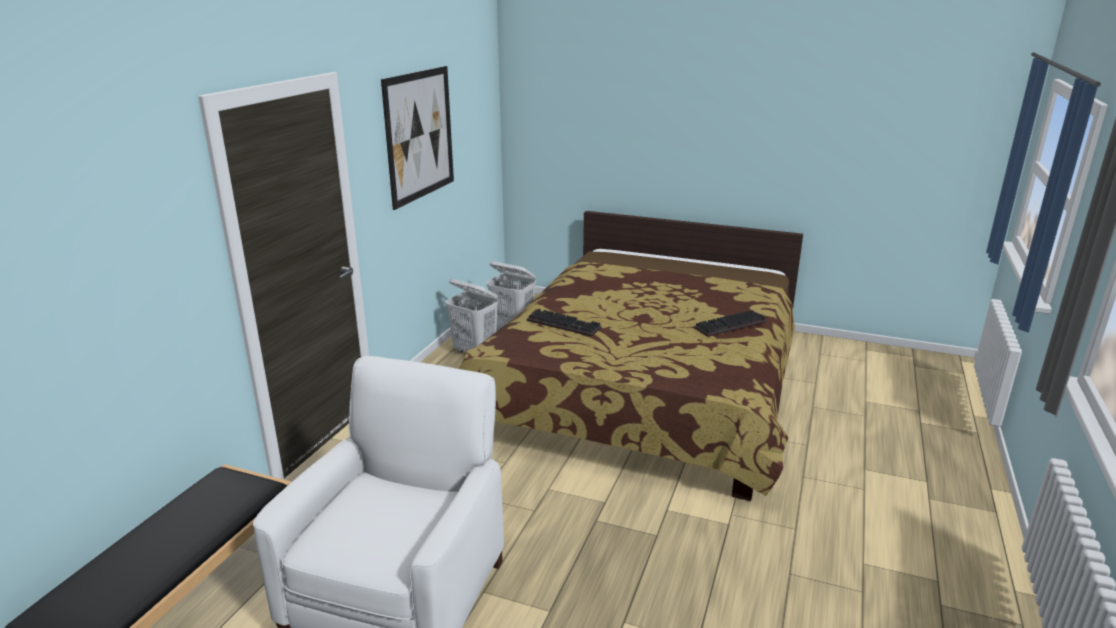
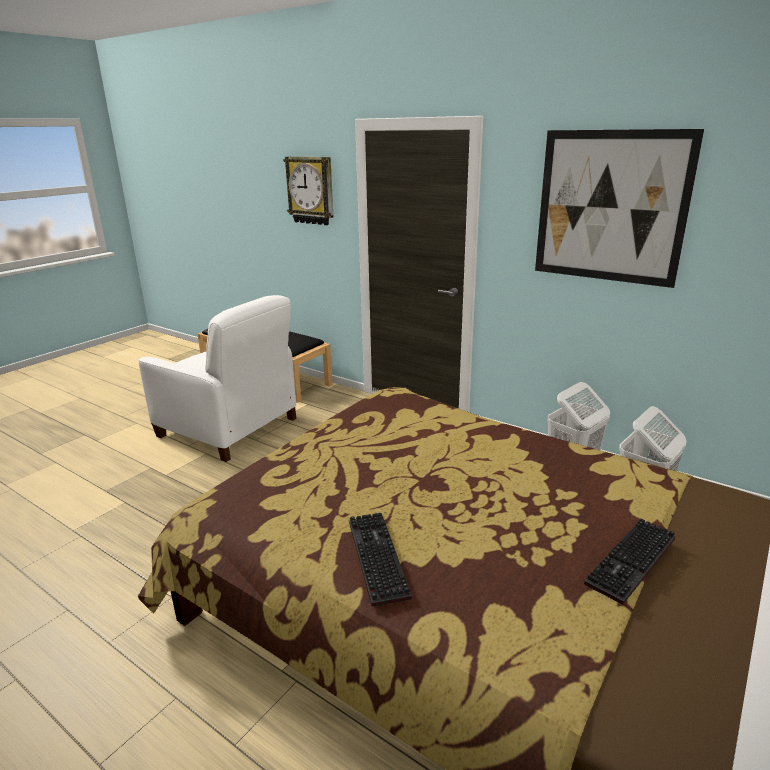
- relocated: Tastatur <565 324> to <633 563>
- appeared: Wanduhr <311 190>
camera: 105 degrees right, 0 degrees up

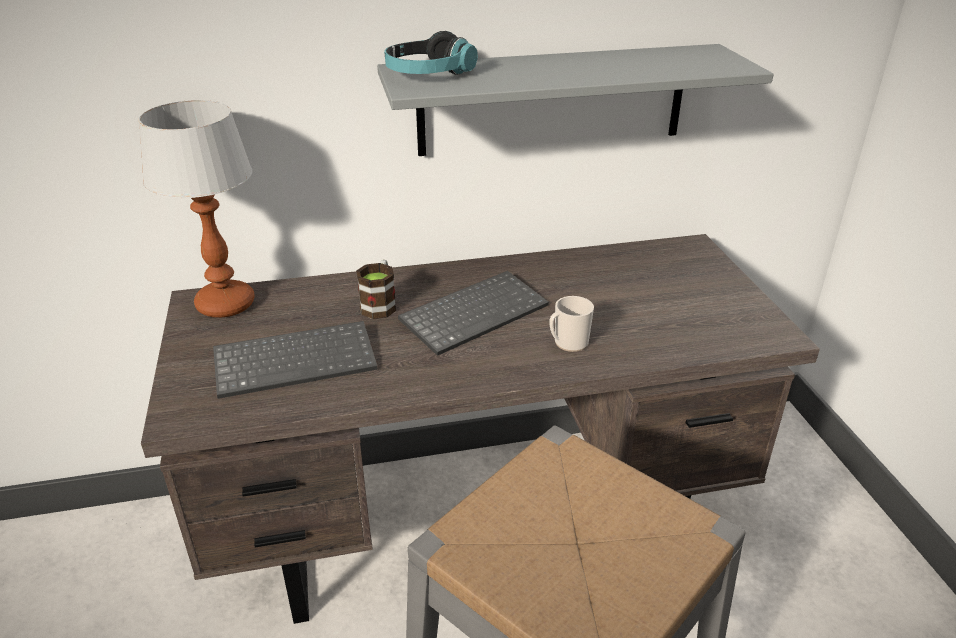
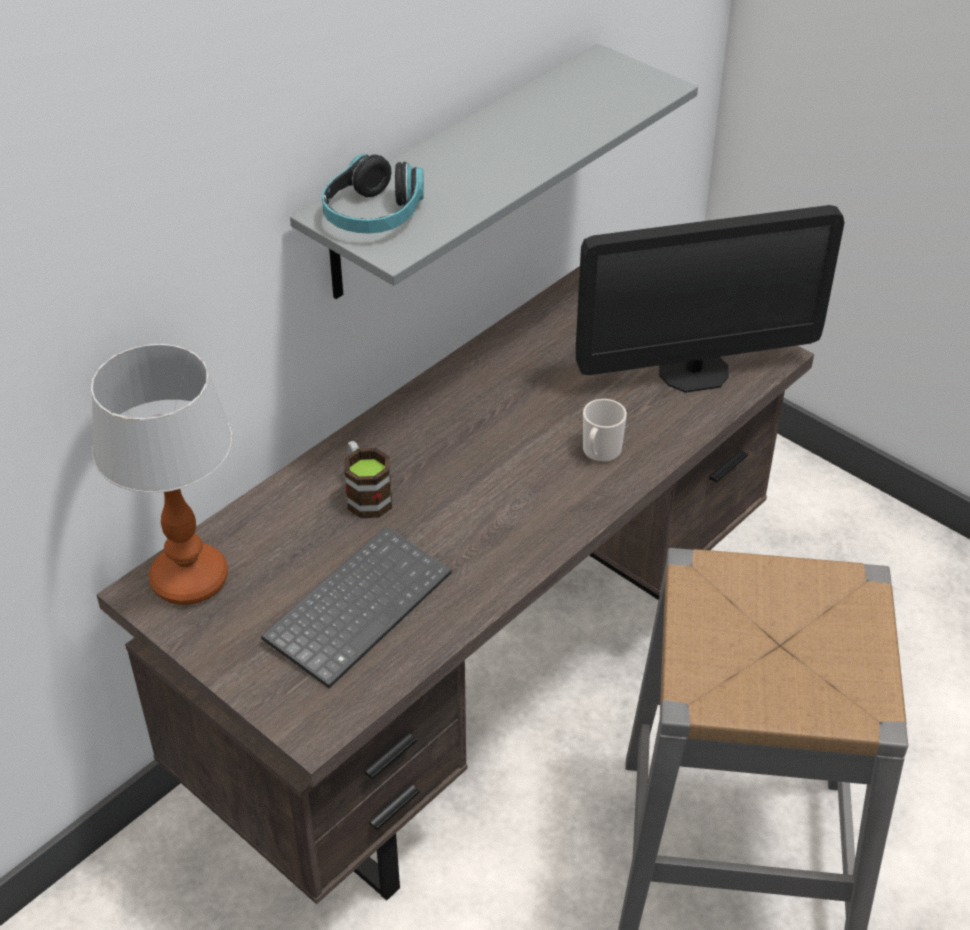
- missing: Tastatur <474 313>
- appeared: Monitor <693 371>
camera: 35 degrees left, 10 degrees up

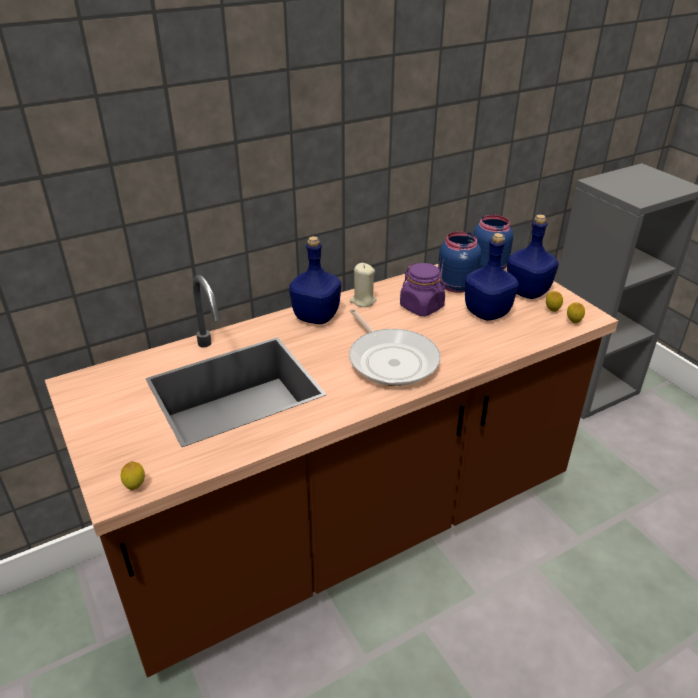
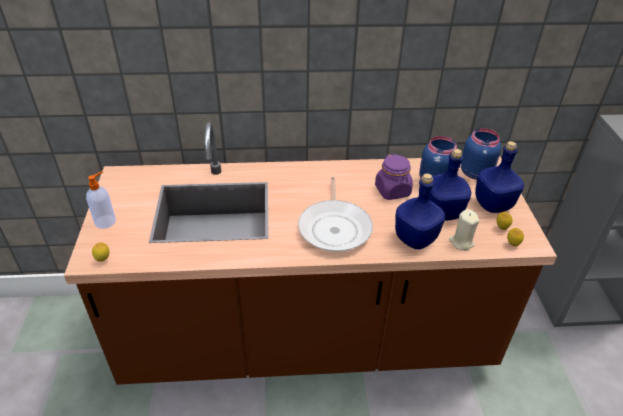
- relocated: Flasche/blau <316 316> to <416 238>
- relocated: Kerze/beige <363 301> to <461 242>
- appeared: Seifenspender <106 221>
camera: 25 degrees right, 5 degrees up

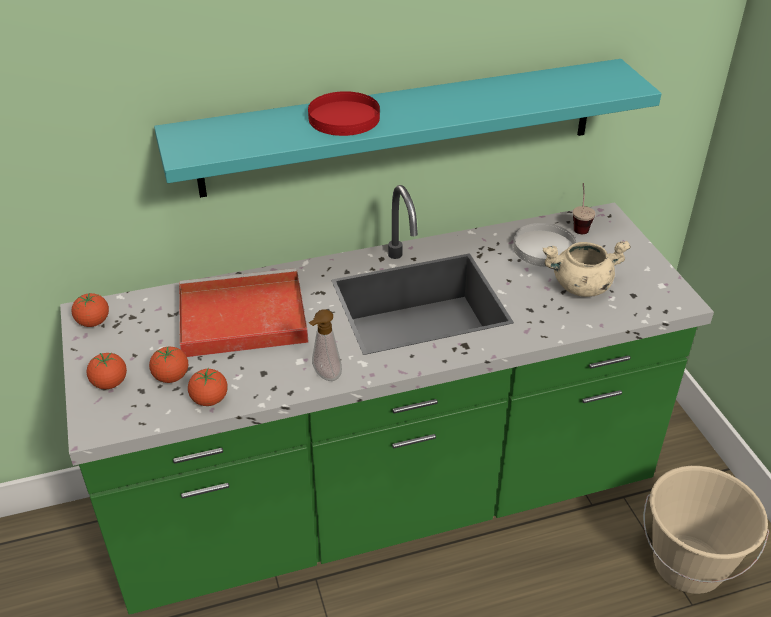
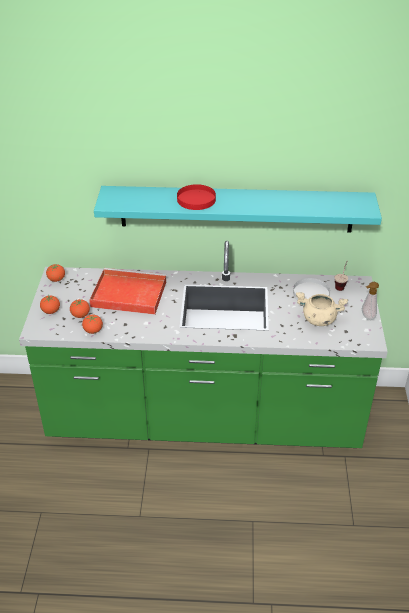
- relocated: Seifenspender <325 376> to <366 317>
- missing: Eimer/beige <688 565>
camera: 20 degrees right, 0 degrees up

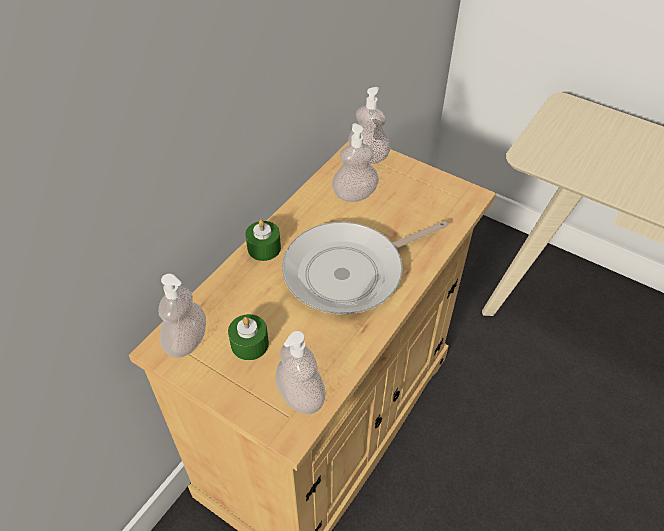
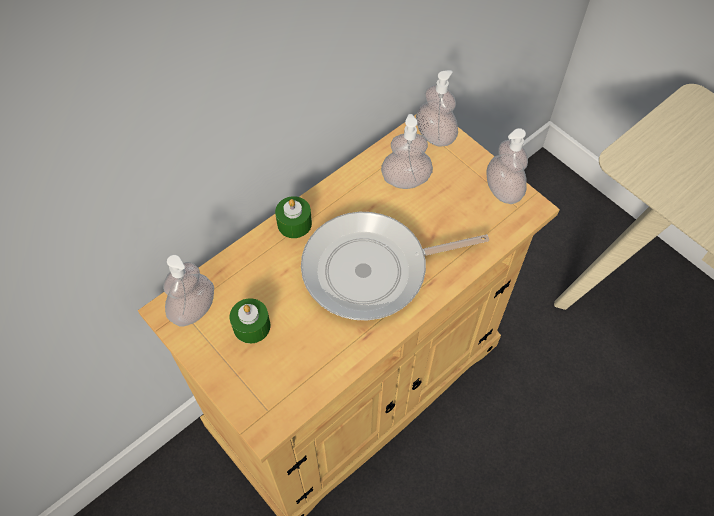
- relocated: Seifenspender <301 396> to <503 190>
camera: 15 degrees right, 10 degrees up

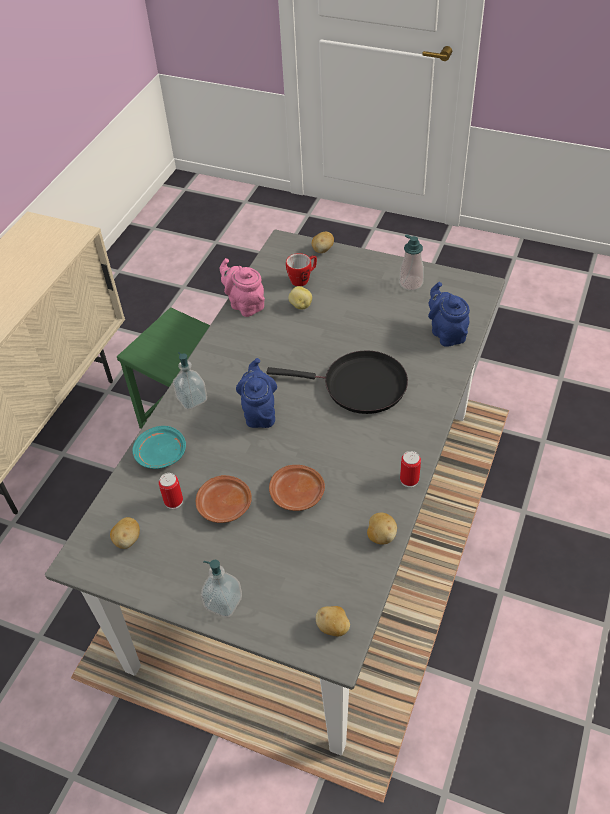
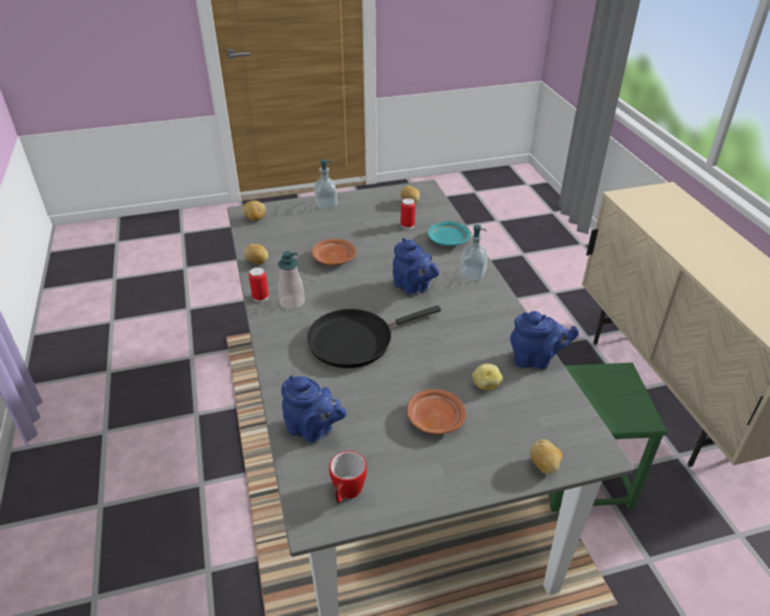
- relocated: Teller/braun <225 506> to <434 418>
- colour: Teekanne/rosa <245 304> to Teekanne/blau <536 360>
- relocated: Henkelbecher <303 279> to <346 493>
- relocated: Seifenspender <411 283> to <292 302>
camera: 140 degrees right, 10 degrees down

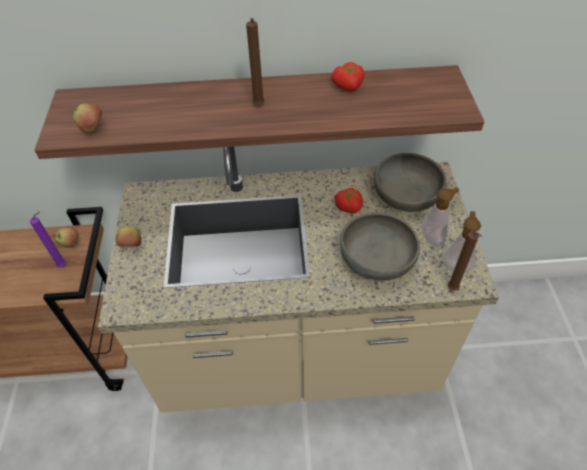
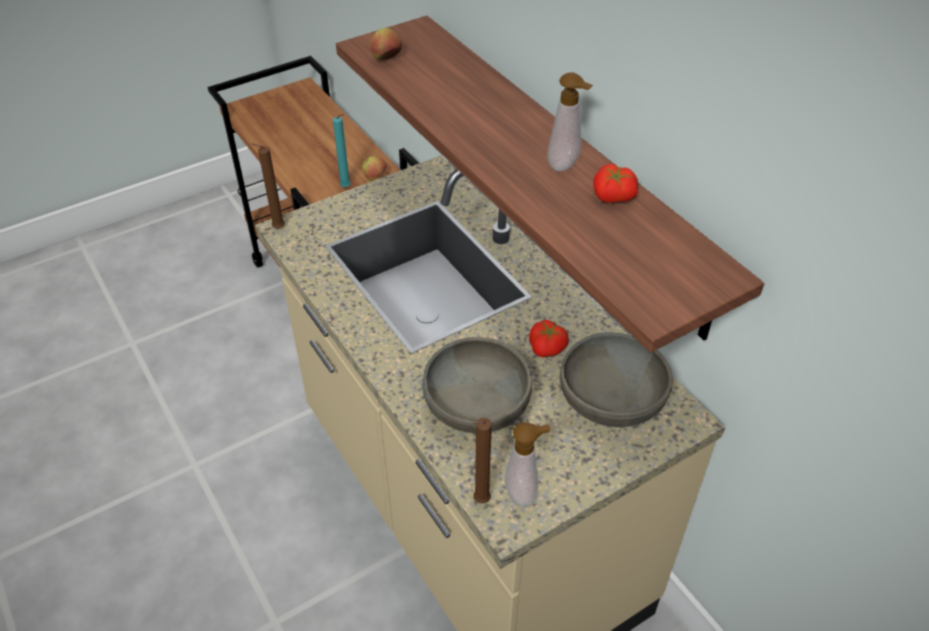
- colour: Kerze/lila <64 265> to Kerze/türkis <346 188>
- missing: Apfel <132 246>
- relocated: Kerze/braun <258 107> to <276 229>
- relocated: Seifenspender <434 238> to <566 166>
camera: 60 degrees right, 5 degrees down

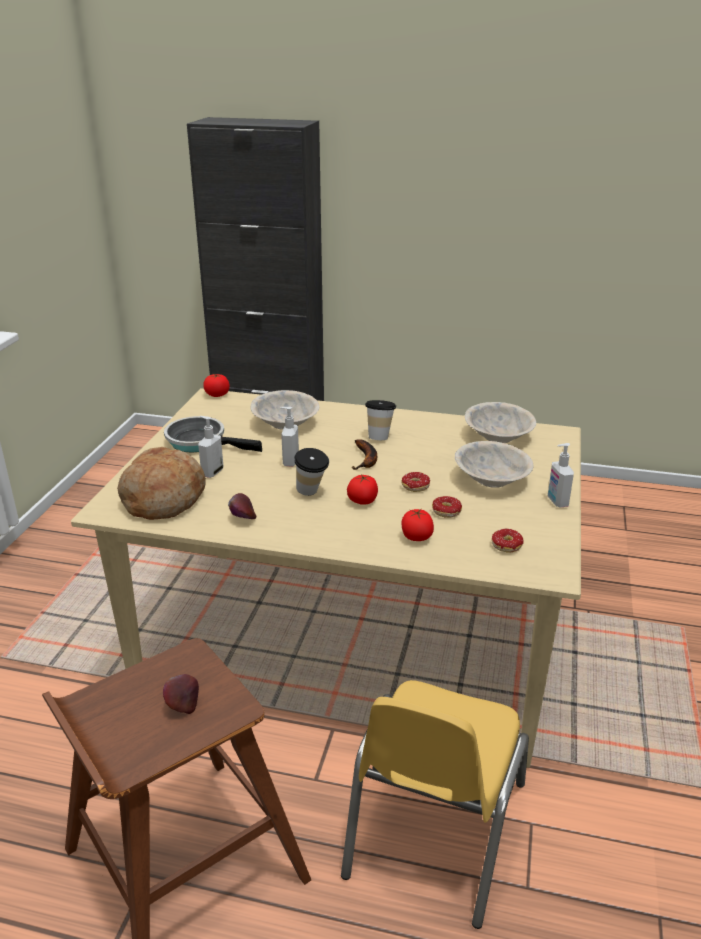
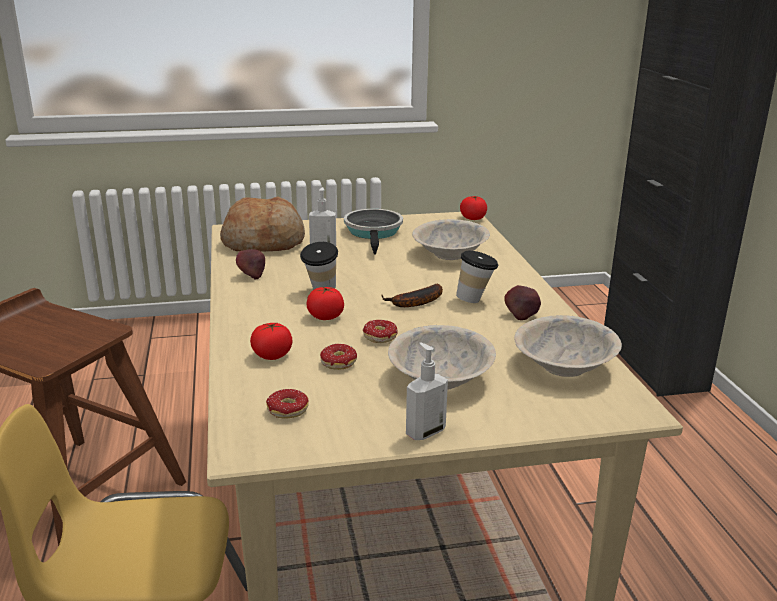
- relocated: Apfel <183 705> to <522 315>
- missing: Seifenspender <290 461>
camera: 65 degrees right, 5 degrees down

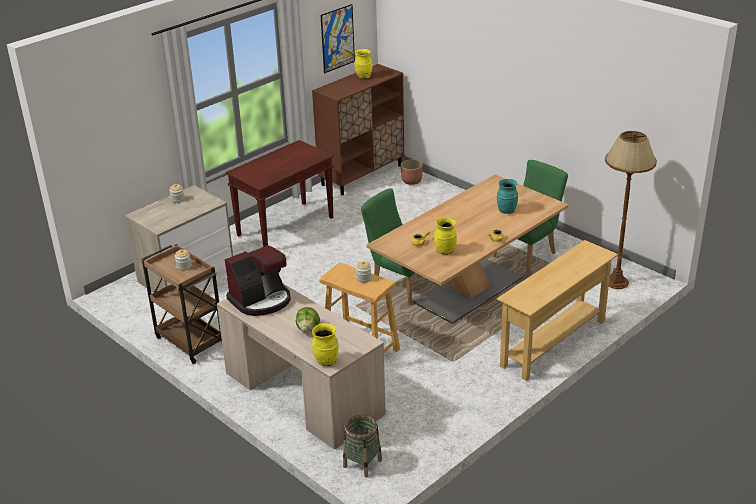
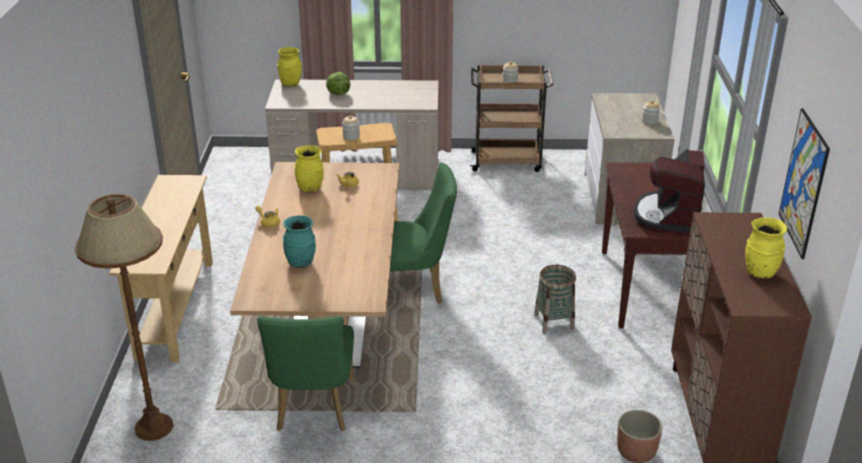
- relocated: Kaffeemaschine <261 300> to <668 217>
- relocated: Korb <362 463> to <554 322>
camera: 135 degrees right, 0 degrees up

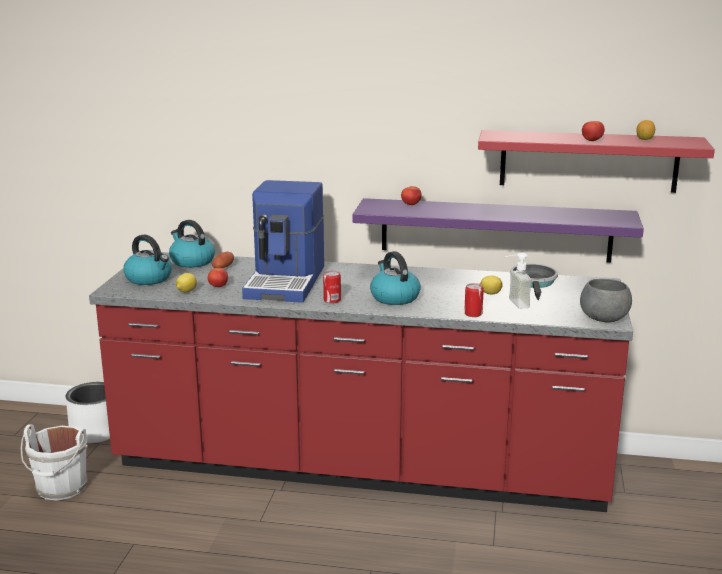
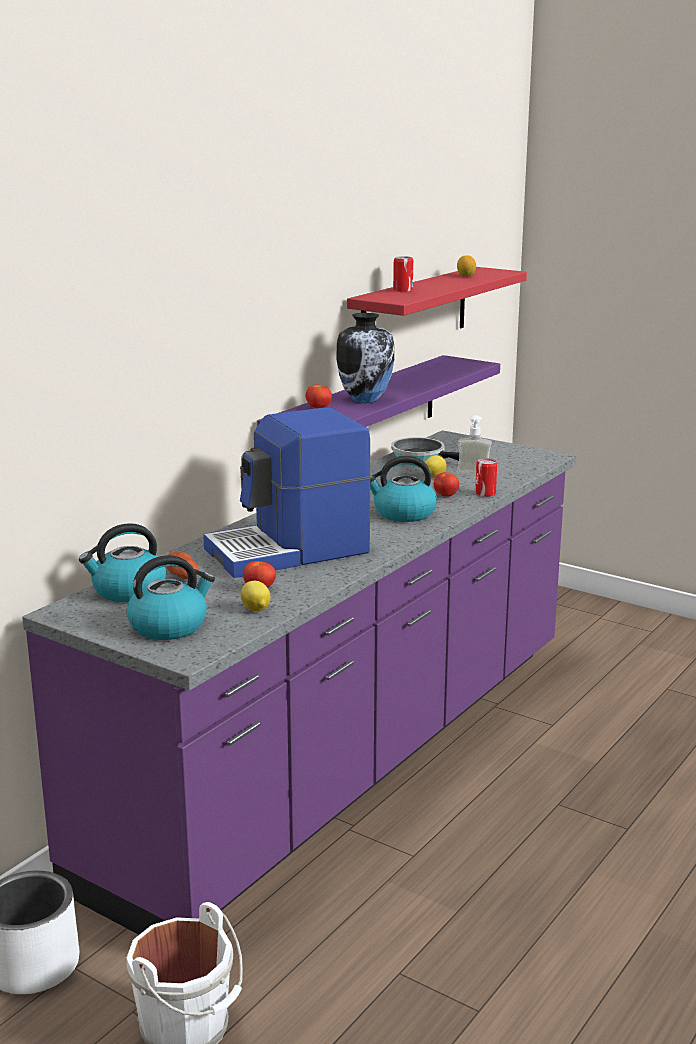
- colour: Küchenzeile/rot <361 467> to Küchenzeile/lila <348 758>
- spun: Kaffeemaschine <287 282> = <289 551> 120 degrees clockwise
- relocated: Dose <332 300> to <403 290>
- missing: Schüssel/grau <604 320>
- relocated: Tomate <592 141> to <446 495>
- appeared: Vase <366 400>
camera: 65 degrees left, 0 degrees up

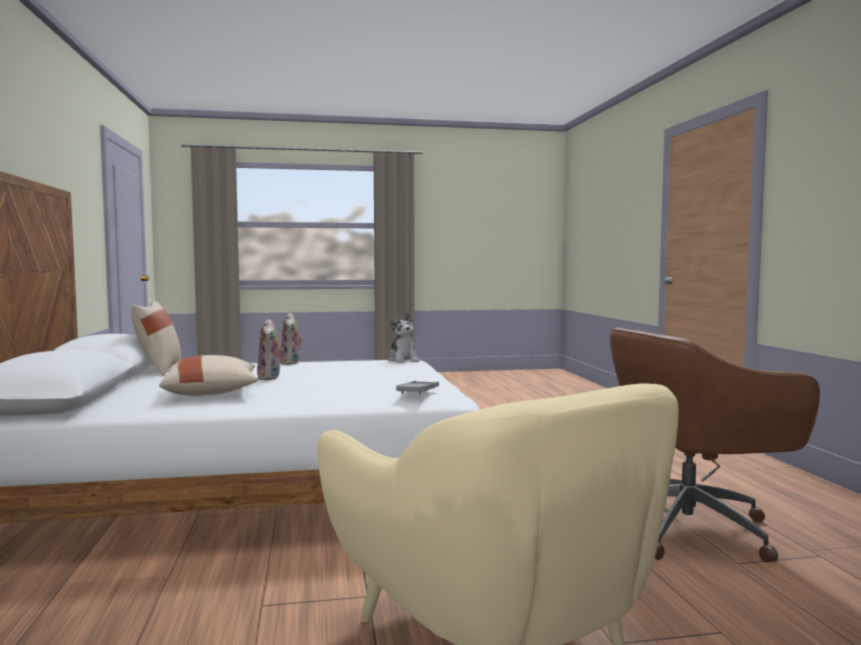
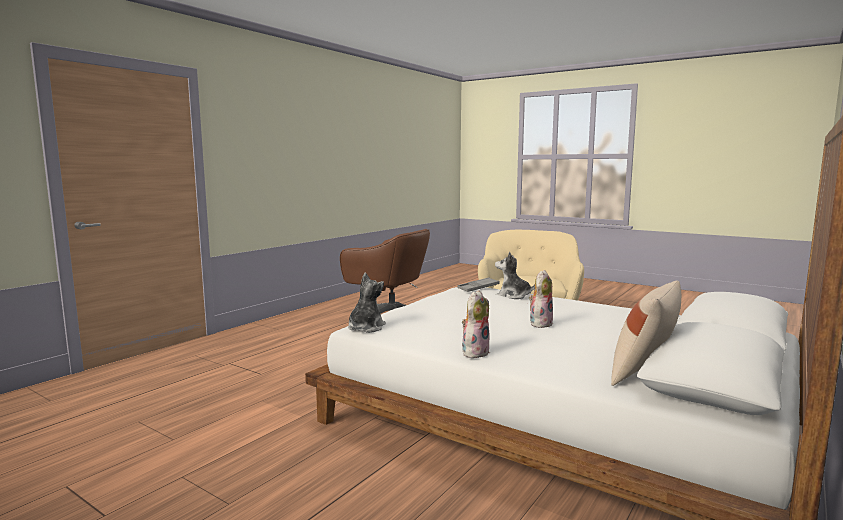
- missing: Kissen/beige <211 393>
- appeared: Plüschtier <513 296>
camera: 135 degrees left, 5 degrees up

